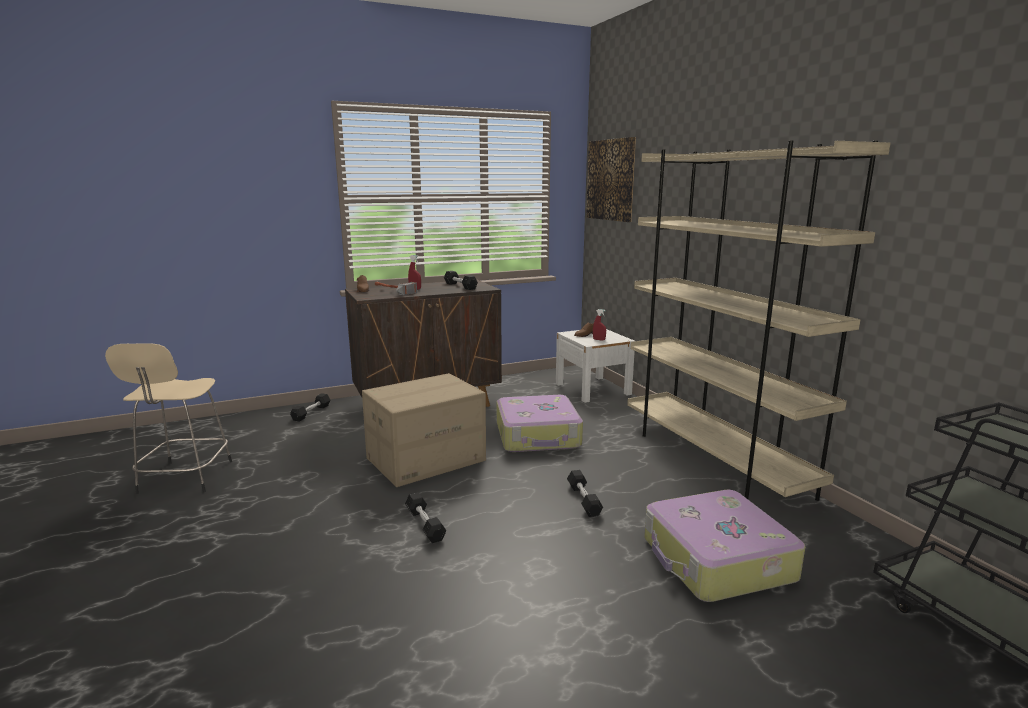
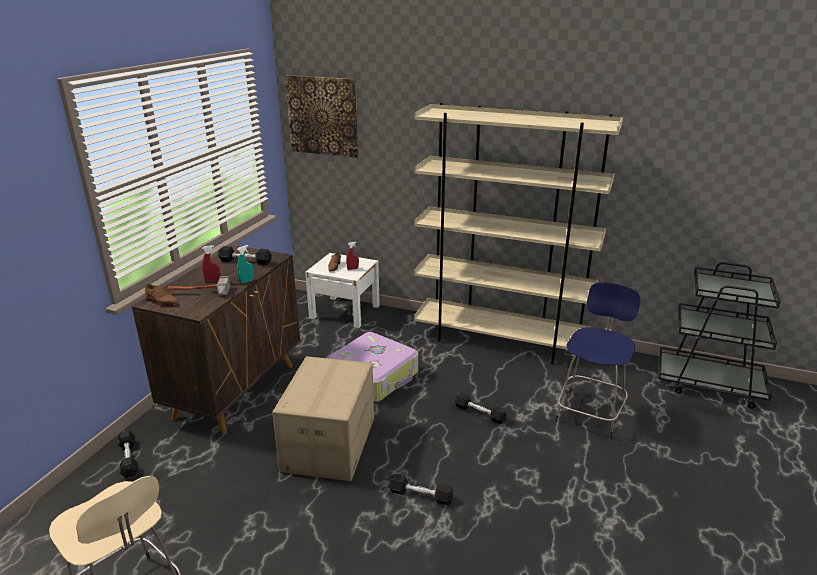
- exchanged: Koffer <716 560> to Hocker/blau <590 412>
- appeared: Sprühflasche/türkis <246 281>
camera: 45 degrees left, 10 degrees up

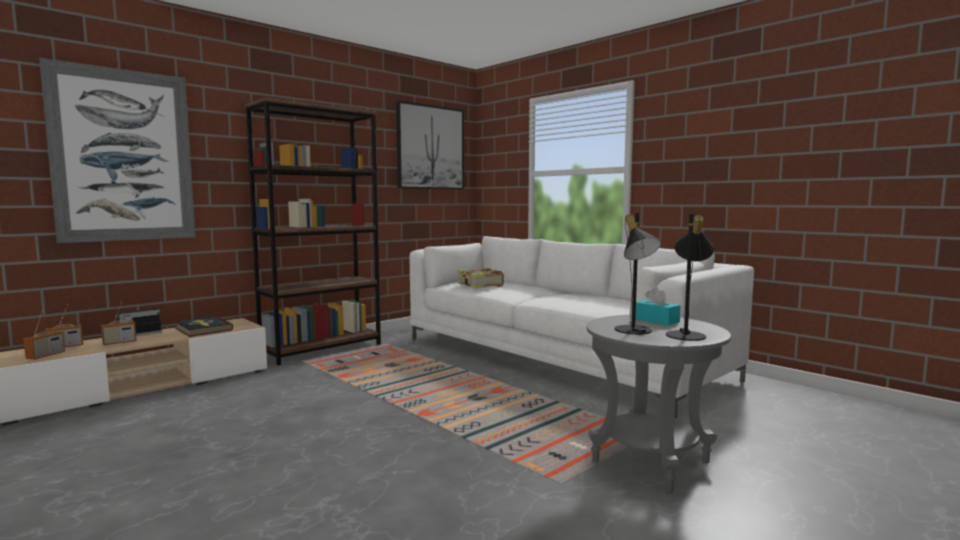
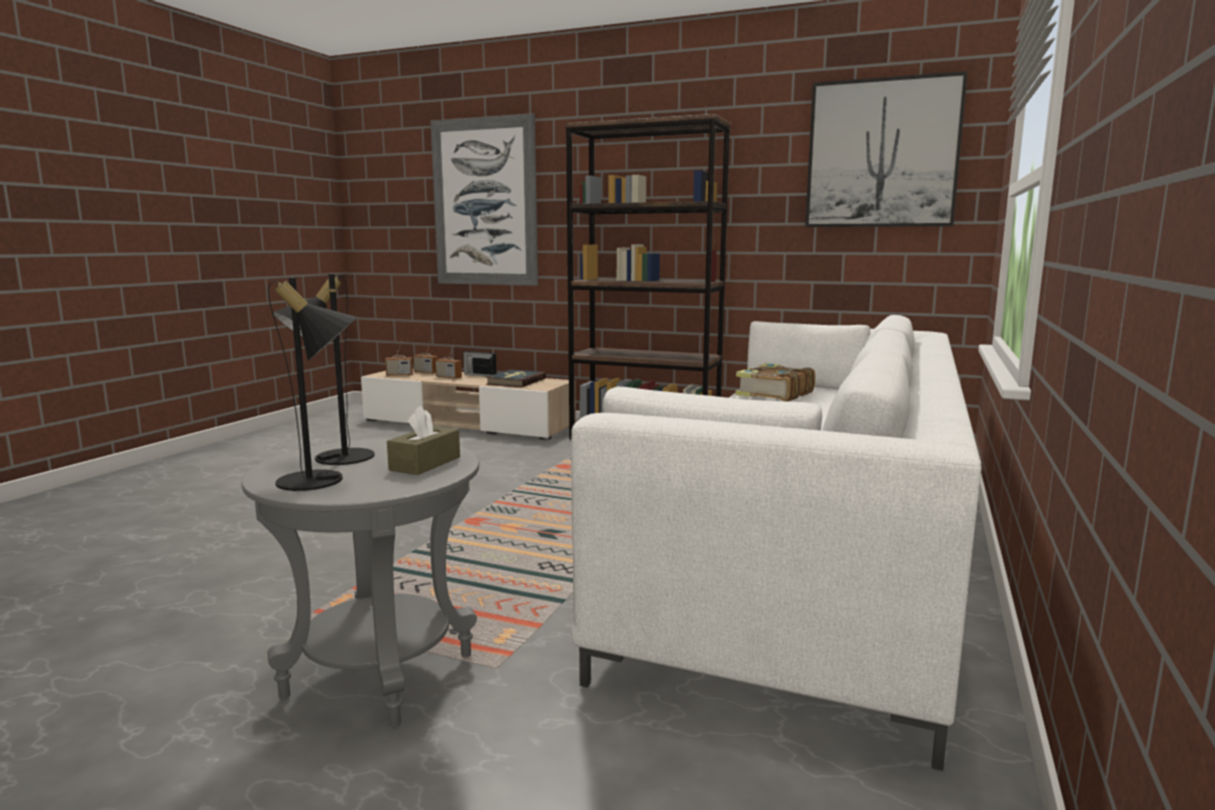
- colour: Taschentuchbox/türkis <656 320> to Taschentuchbox/braun <425 463>
camera: 65 degrees right, 5 degrees up

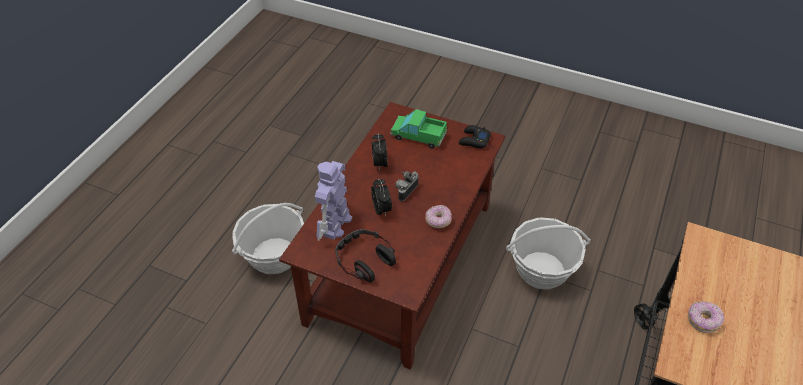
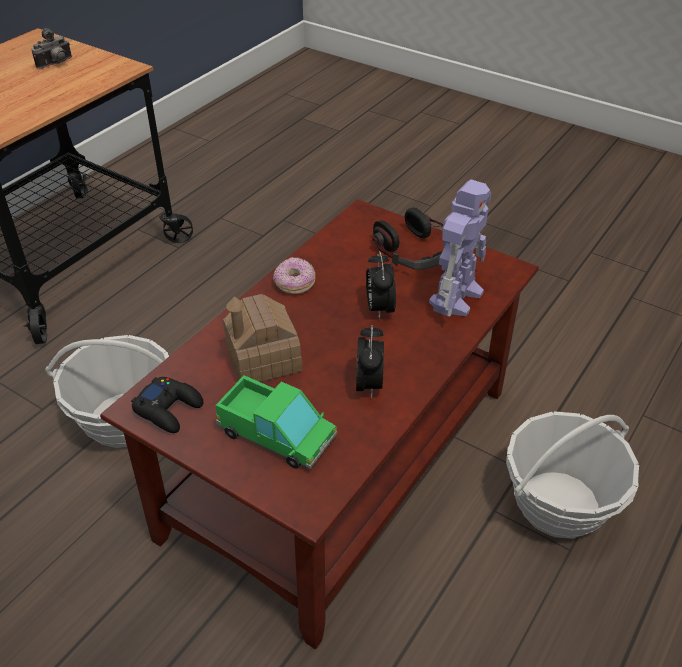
- relocated: Kamera <405 190> to <56 64>
- missing: Donut <702 320>
- appeared: Spielzeughaus <263 358>
camera: 170 degrees left, 5 degrees down

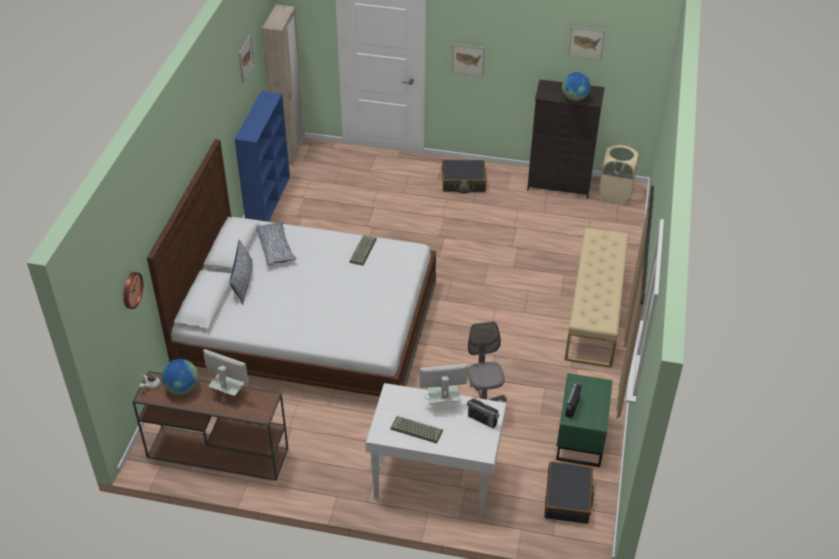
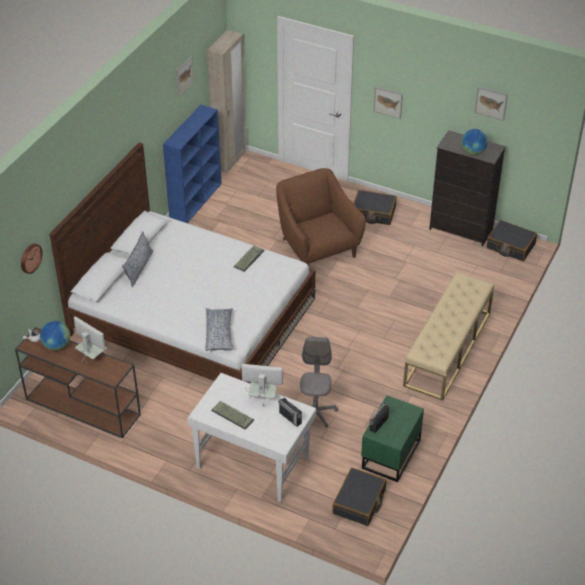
- relocated: Kissen <276 248> to <219 333>
- exchanged: Wäschekorb/beige <615 193> to Koffer/schwarz <510 246>
- appeared: Sessel/braun <317 248>
camera: 15 degrees right, 0 degrees up

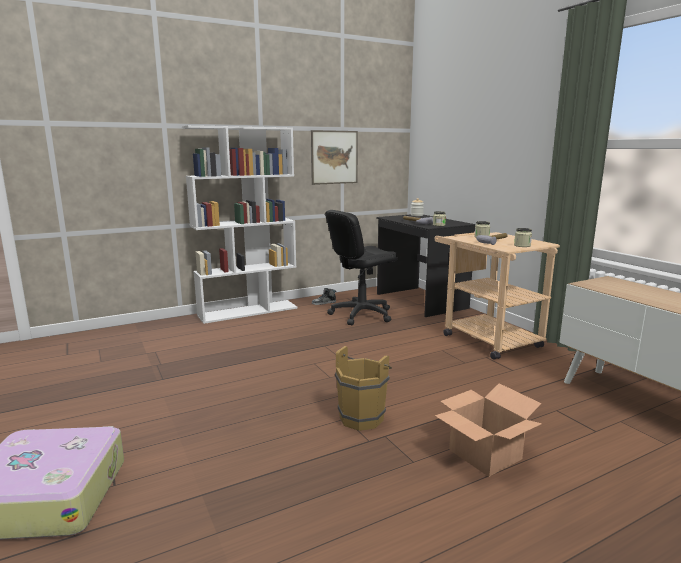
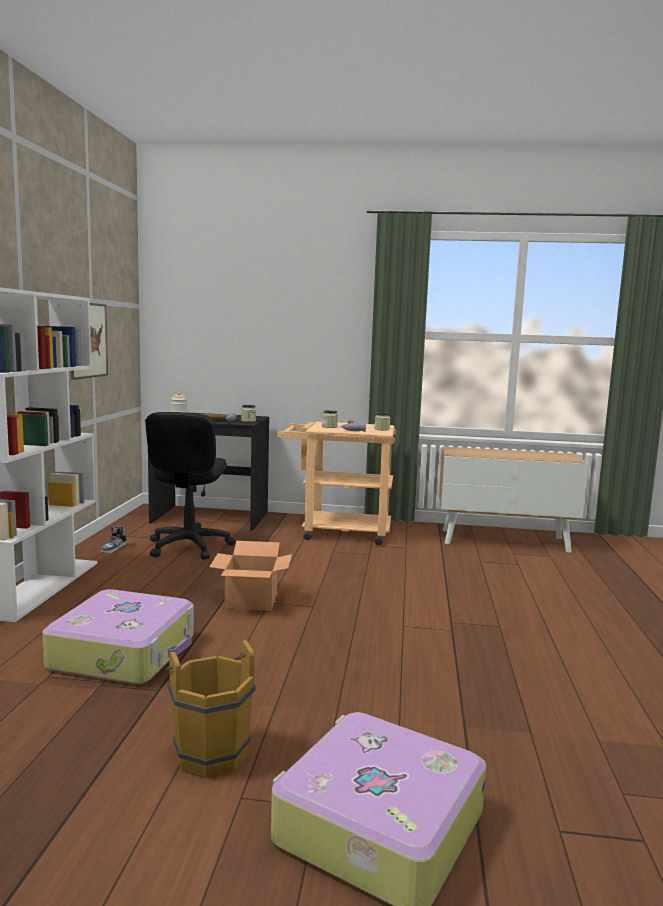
- relocated: Eimer/braun <363 417> to <210 751>
- relocated: Karton <486 455> to <252 600>
- appeared: Koffer <125 652>
camera: 55 degrees left, 5 degrees down

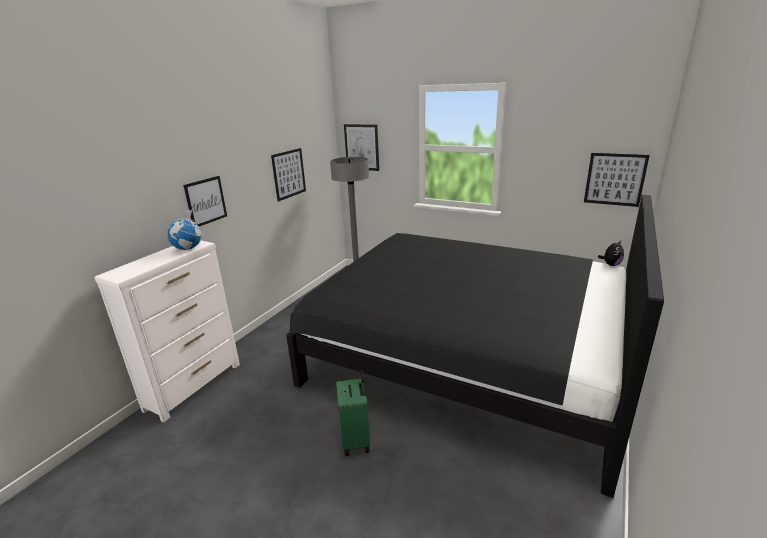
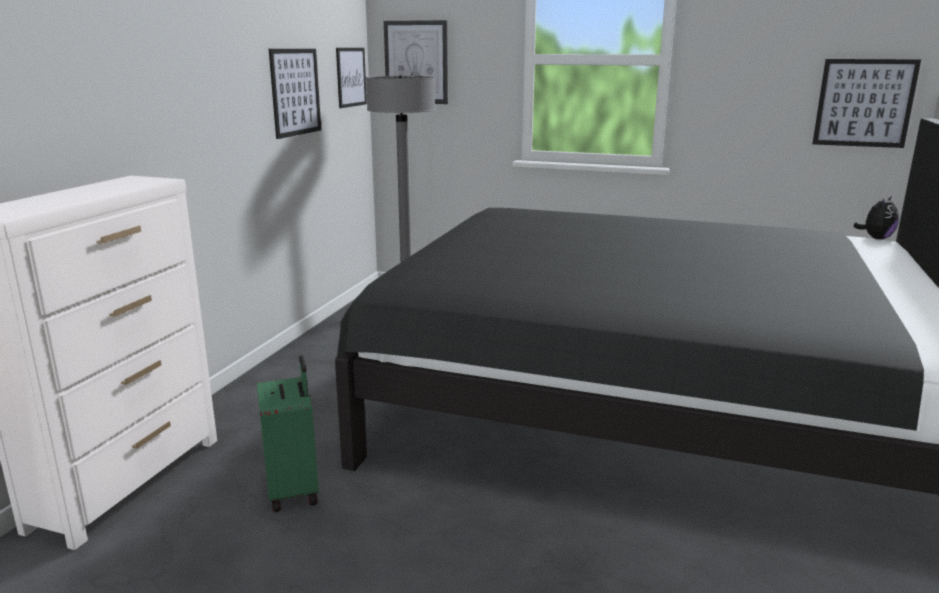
- missing: Globus <188 248>
- relocated: Bild <206 201> to <351 77>
- relocated: Koffer/grün <356 440> to <294 490>
camera: 10 degrees left, 5 degrees down

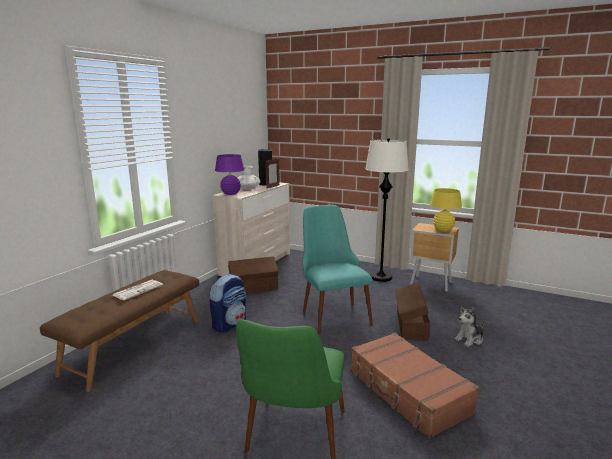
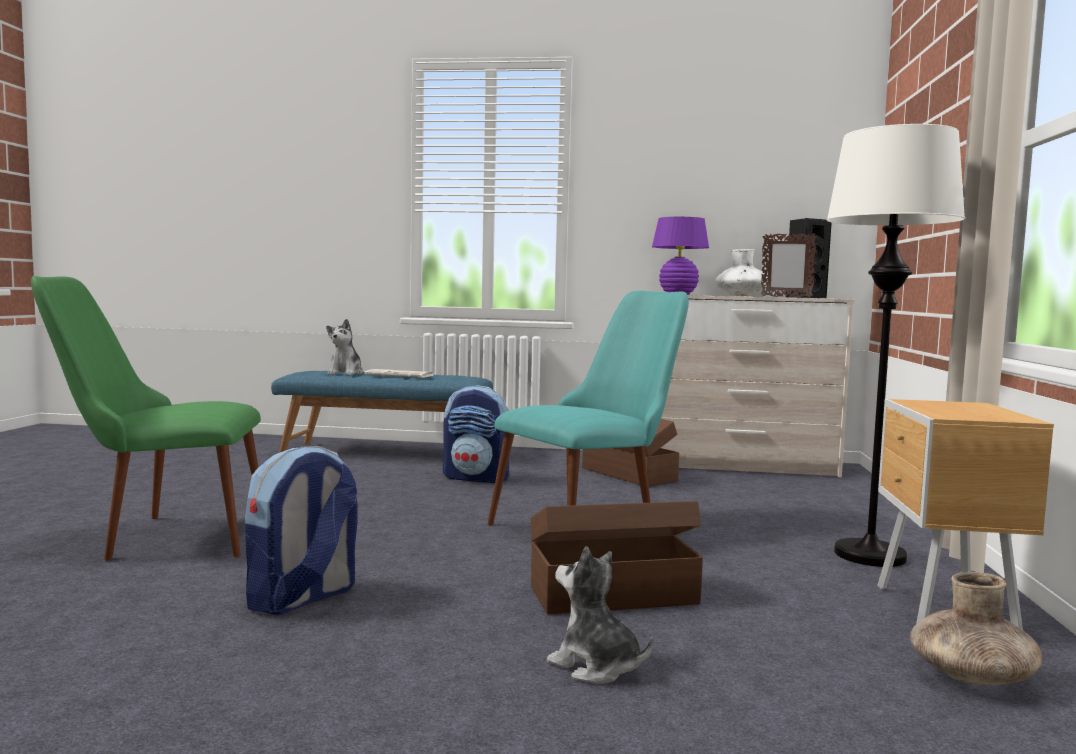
- colour: Bank/braun <134 345> to Bank/blau <385 453>
- exchanged: Koffer/braun <408 392> to Rucksack <302 598>
- missing: Tischlampe/gelb <443 230>
- appeared: Plüschtier <345 373>
- appeared: Vase/braun <971 677>
camera: 70 degrees right, 10 degrees down

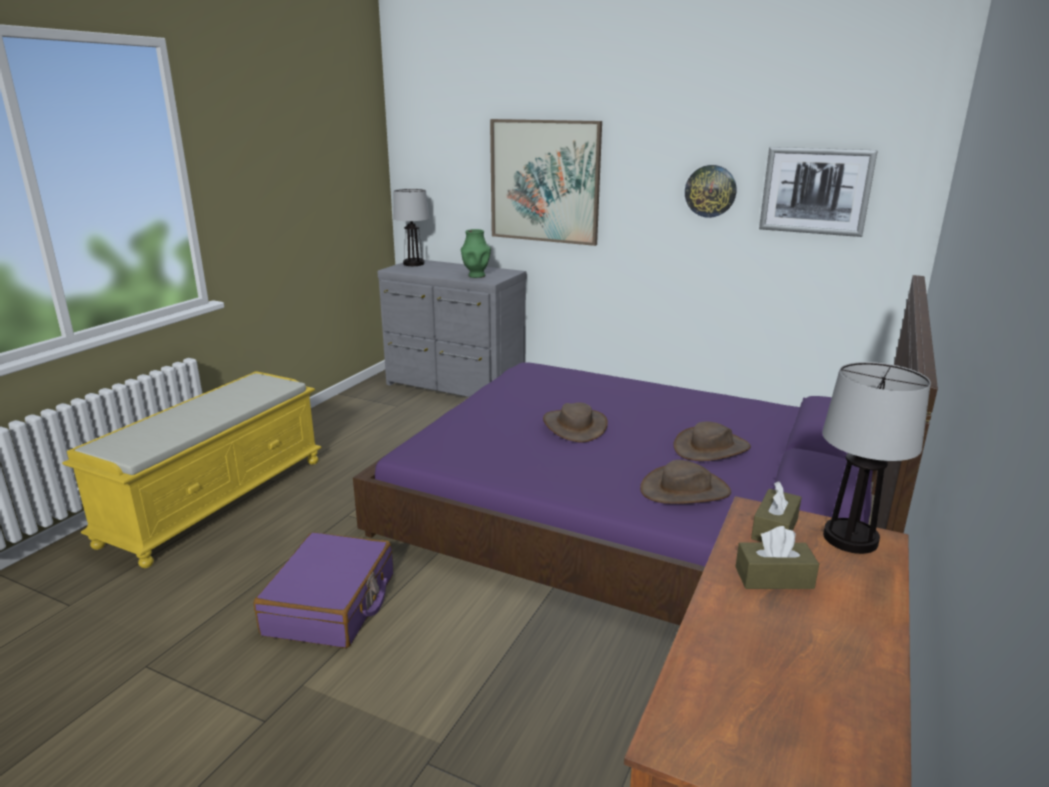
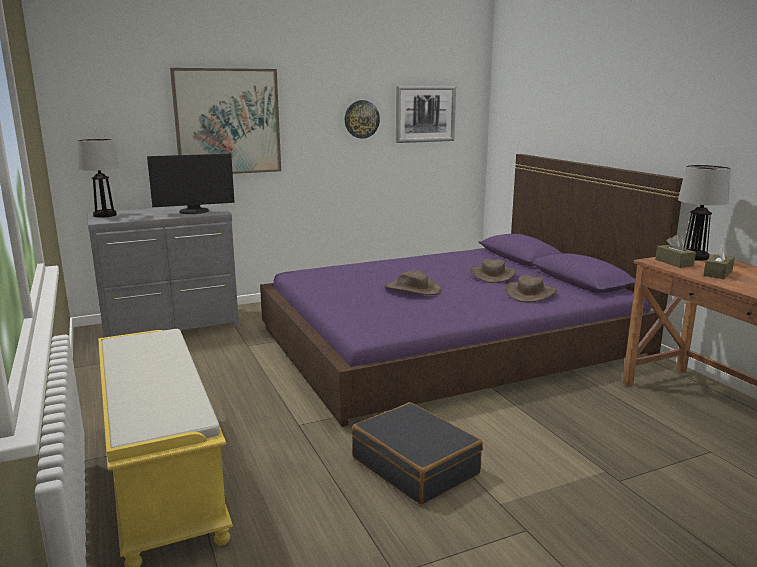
- colour: Koffer/lila <331 604> to Koffer/schwarz <415 466>
- exchanged: Vase/grün <476 276> to Monitor <194 212>
camera: 50 degrees left, 5 degrees down

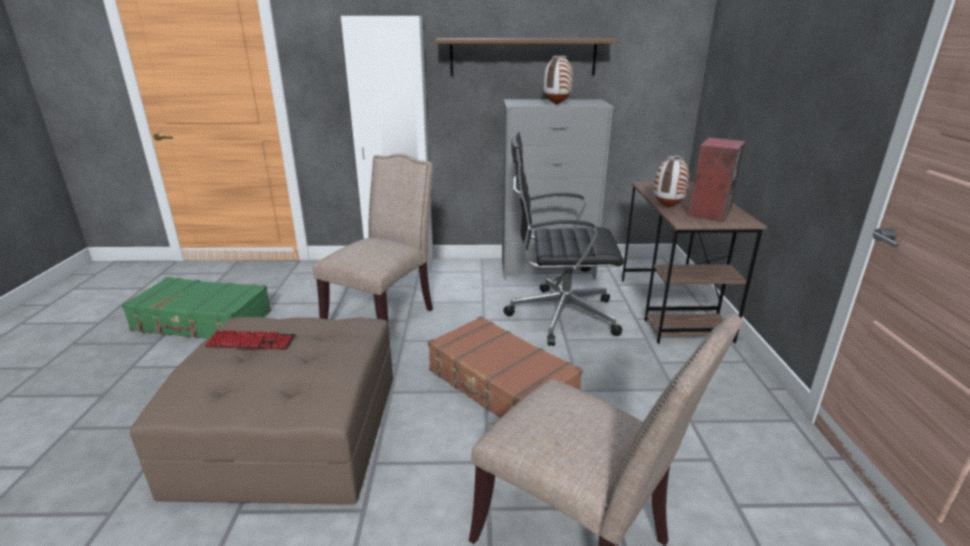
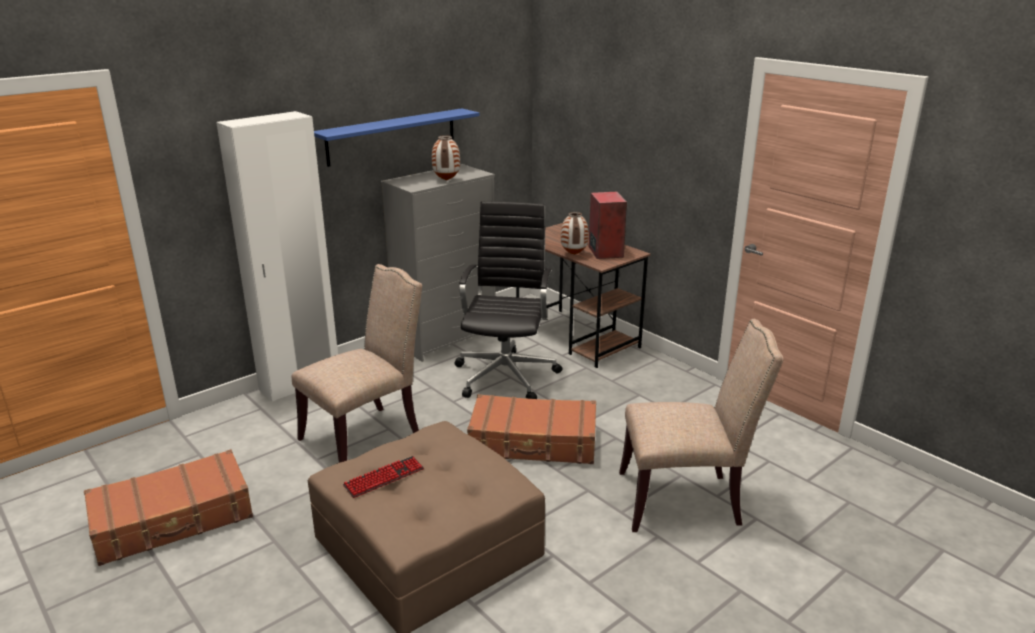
- colour: Koffer/grün <203 322> to Koffer/braun <173 520>
- spun: Stuhl/beige <384 319> = <366 436> 60 degrees clockwise
- colour: Wandregal/braun <523 57> to Wandregal/blau <392 136>
- spun: Bürostuhl/schwarz <559 315> = <506 374> 135 degrees clockwise
camera: 40 degrees left, 0 degrees up

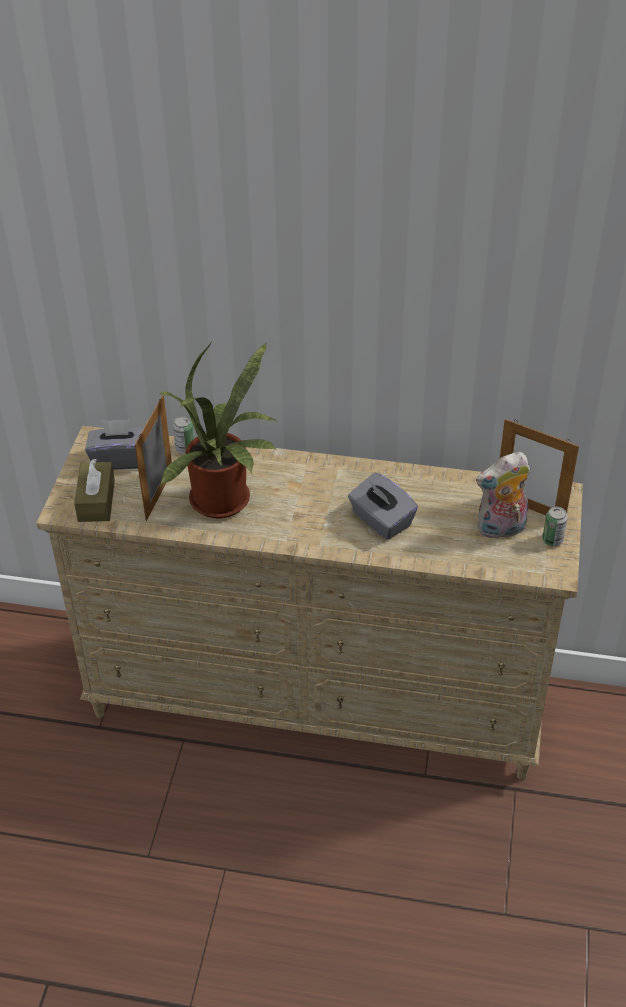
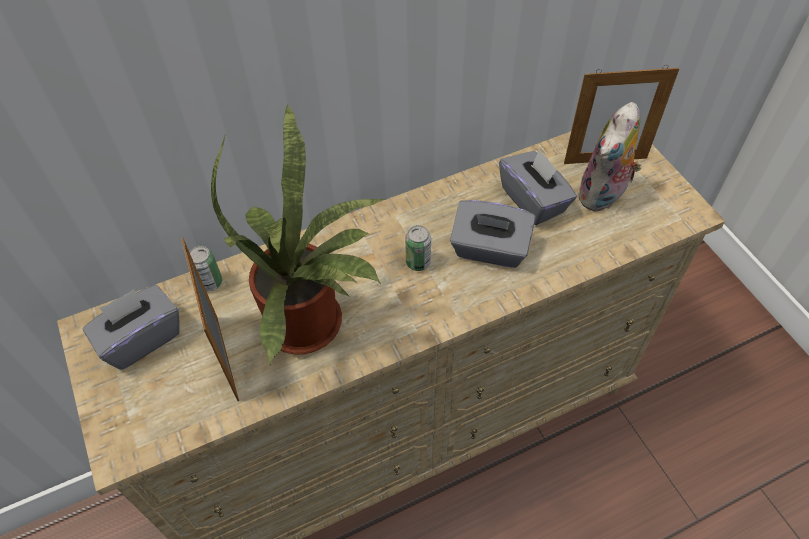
- missing: Taschentuchbox/braun <96 501>
- relocated: Dose <552 540> to <418 262>
- appeared: Taschentuchbox/grau <533 200>
camera: 35 degrees left, 10 degrees up

